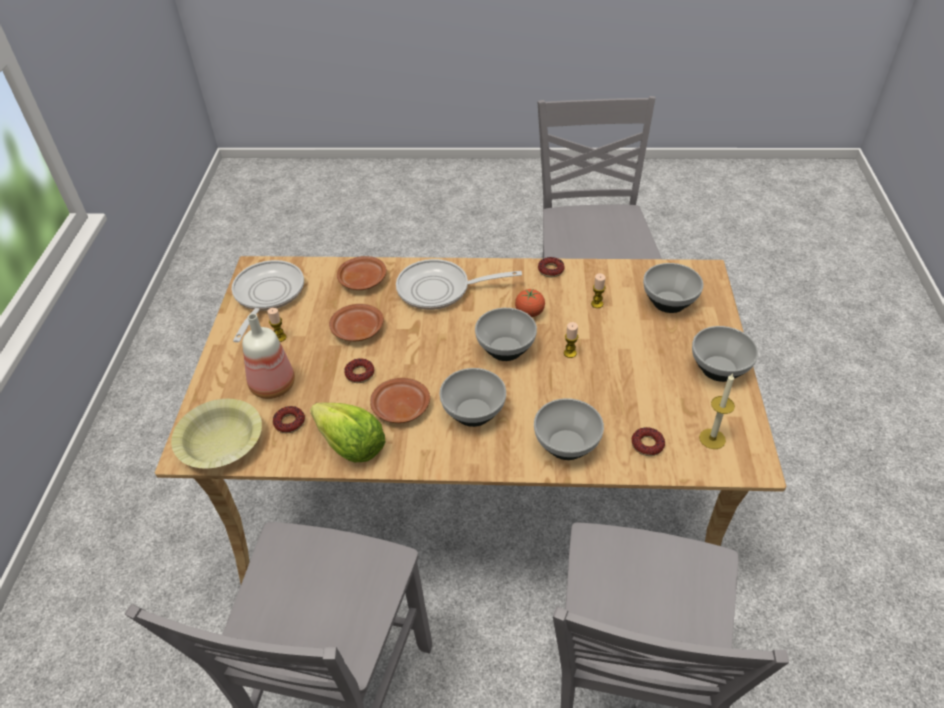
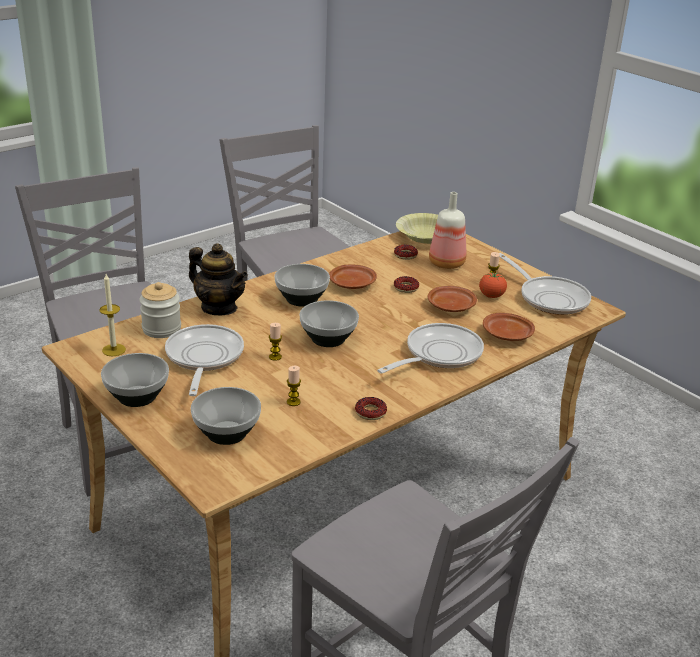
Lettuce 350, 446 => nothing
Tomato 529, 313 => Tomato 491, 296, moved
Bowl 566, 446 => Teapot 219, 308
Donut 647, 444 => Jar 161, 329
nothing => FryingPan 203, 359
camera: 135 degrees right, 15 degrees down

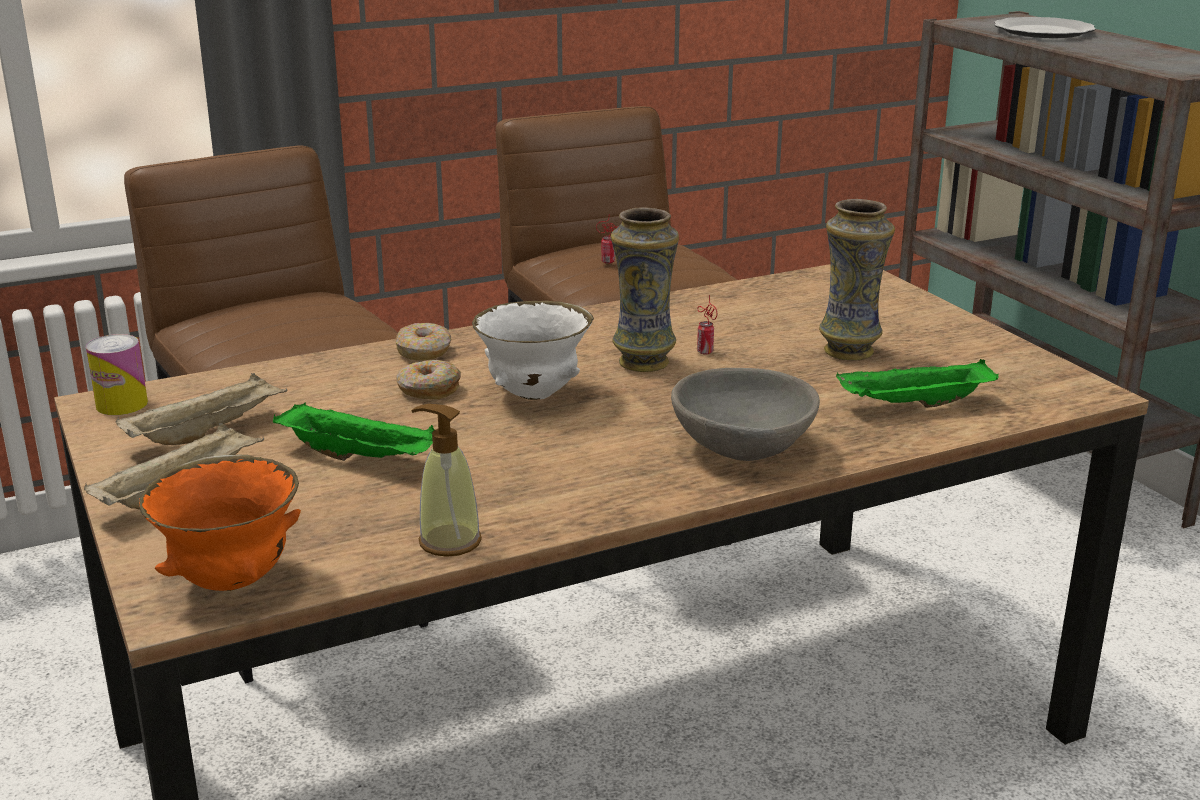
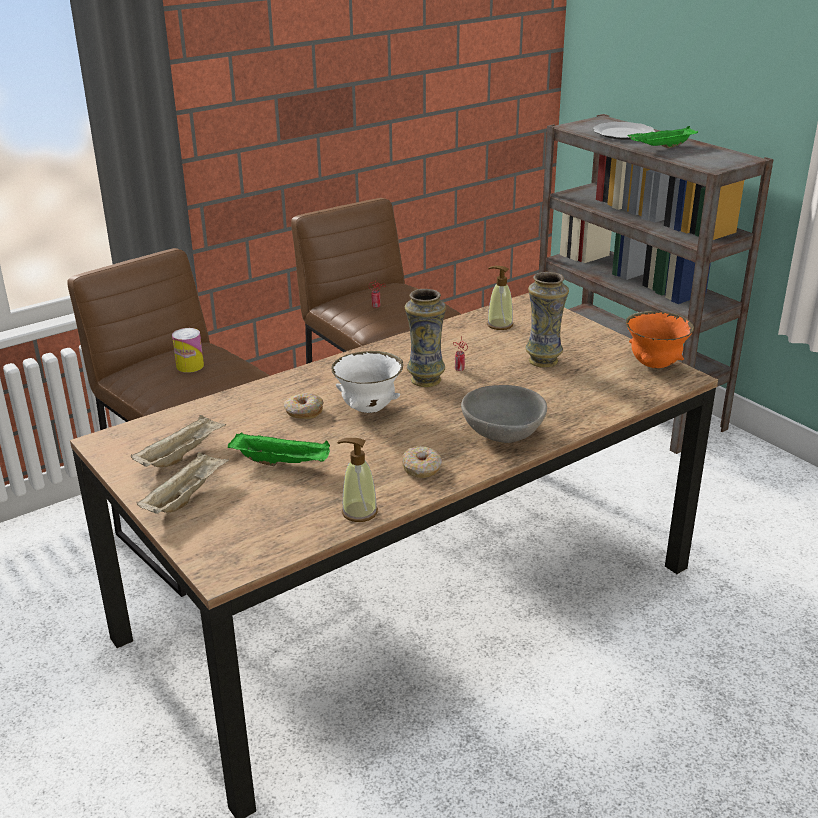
Can 122, 404 => Can 190, 366, moved
OrangeBowl 232, 581 => OrangeBowl 654, 365, moved
Donut 424, 352 => Donut 421, 468, moved
GreenTray 914, 405 => GreenTray 661, 148, moved
nothing => SoapDispenser 499, 325
camera: 10 degrees left, 5 degrees up

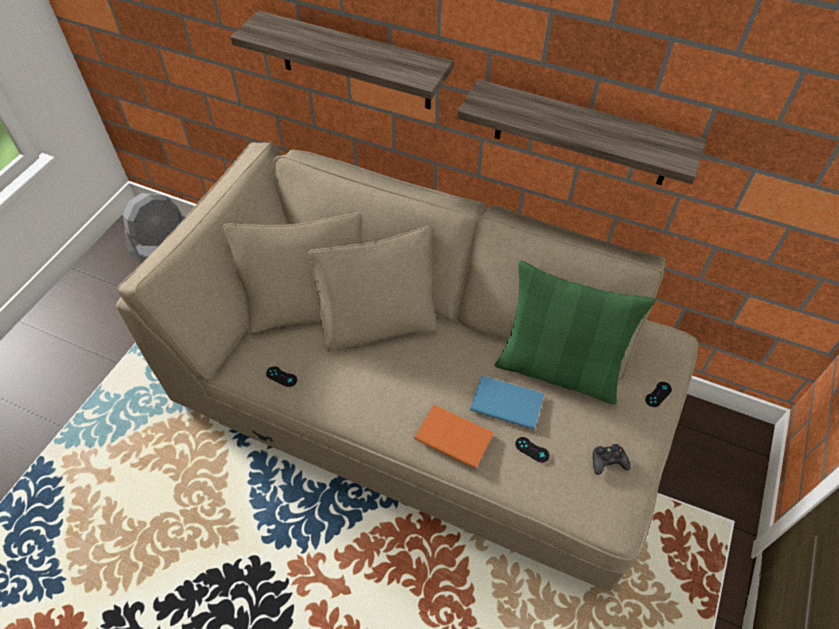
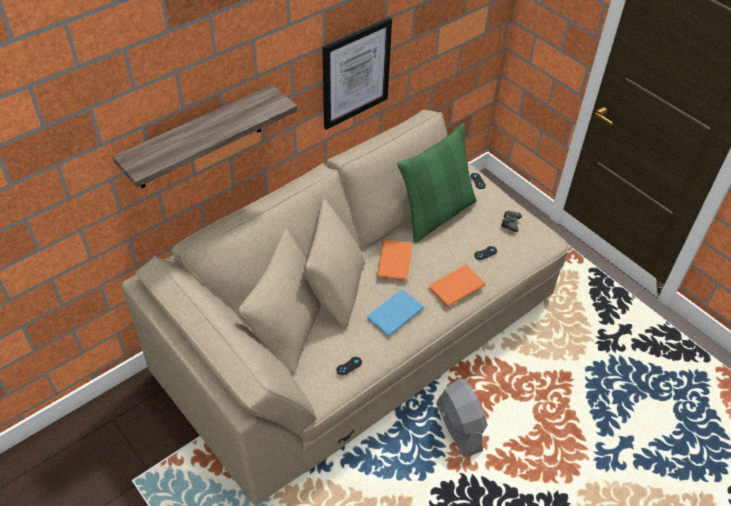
GreyFan 160, 241 => GreyFan 458, 427, moved
Shelf 581, 134 => Picture 355, 73
BlueBook 505, 401 => BlueBook 393, 313, moved
nothing => OrangeBook 396, 260
camera: 65 degrees left, 5 degrees down

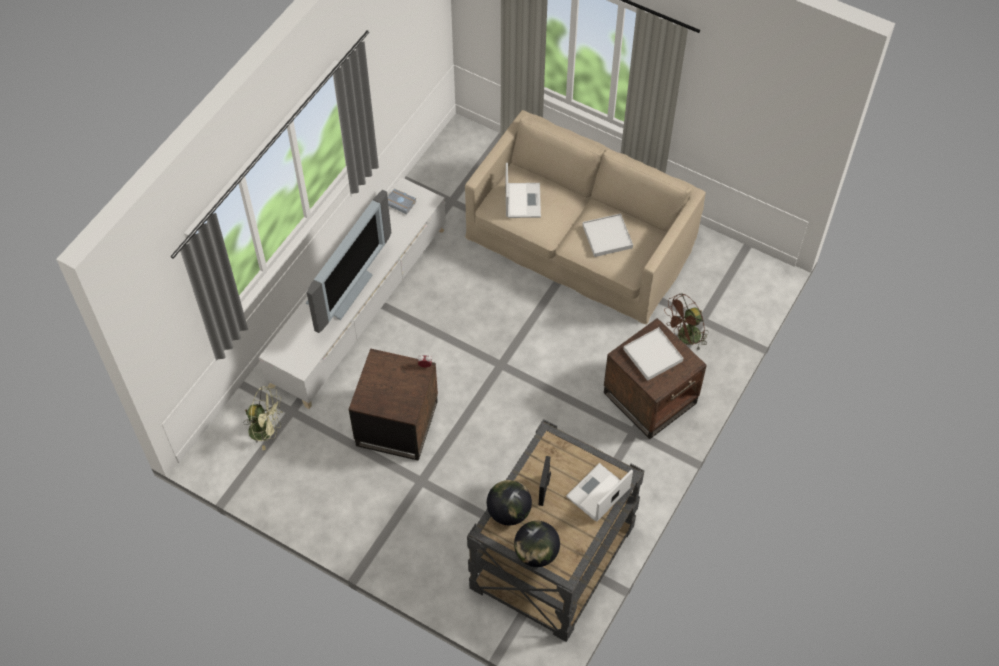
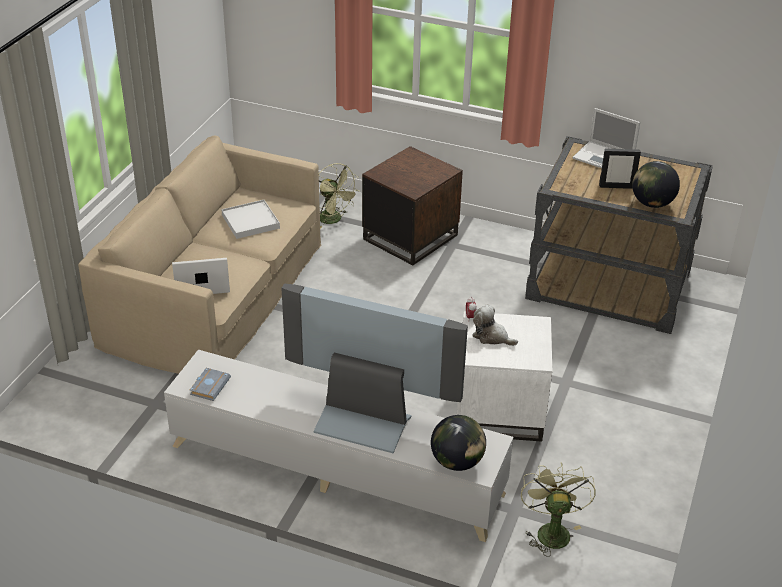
BrownSideTable 396, 423 => WhiteSideTable 499, 411
Globe 536, 553 => Globe 457, 462, moved
WhiteTray 653, 355 => nothing
BrownFan 685, 338 => GreenFan 334, 220
nothing => PlushToy 491, 336
camera: 100 degrees left, 20 degrees down

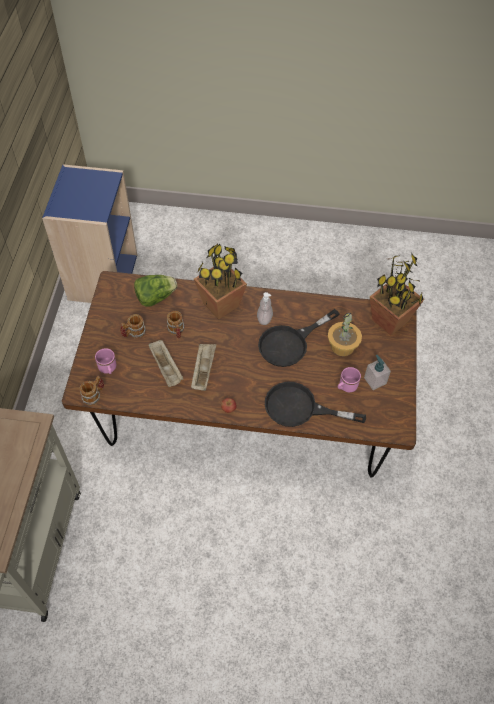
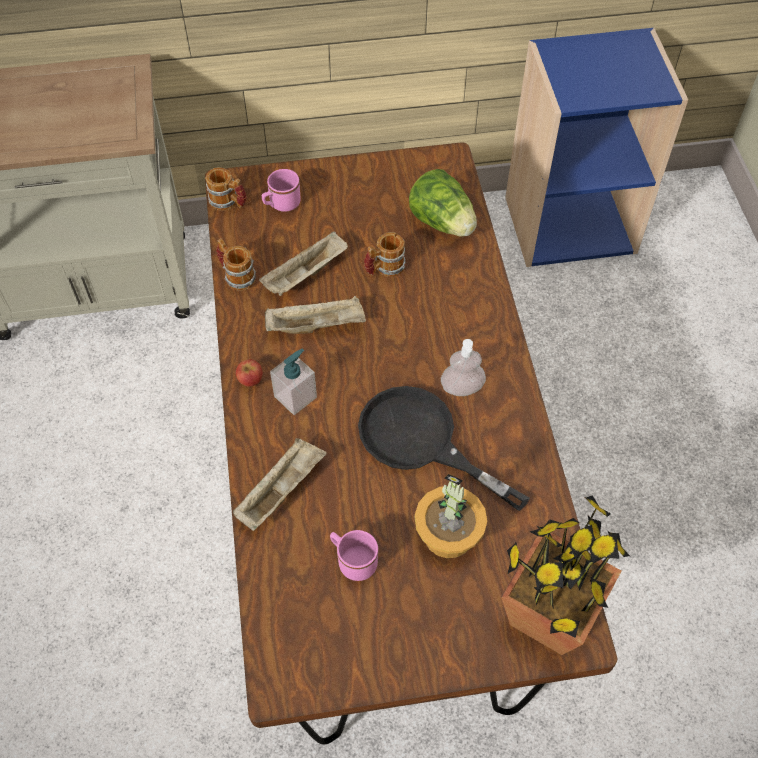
Mug 133, 333 => Mug 236, 275, moved
PottedPlant 220, 304 => nothing
BlackFryingPan 300, 408 => BeigeTray 281, 490
SoapDispenser 375, 380 => SoapDispenser 295, 397, moved
camera: 75 degrees right, 0 degrees up

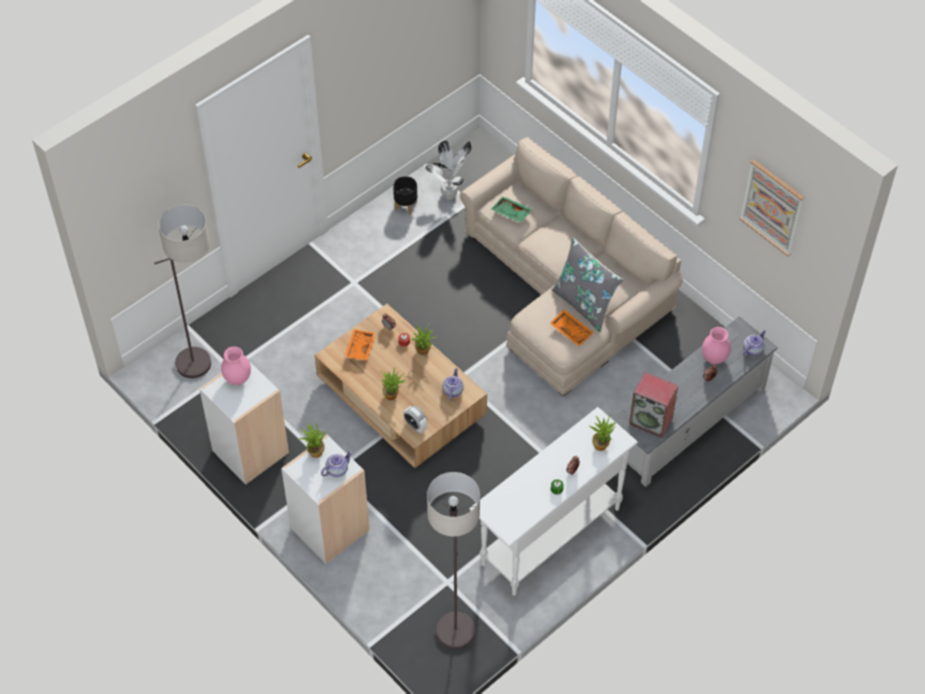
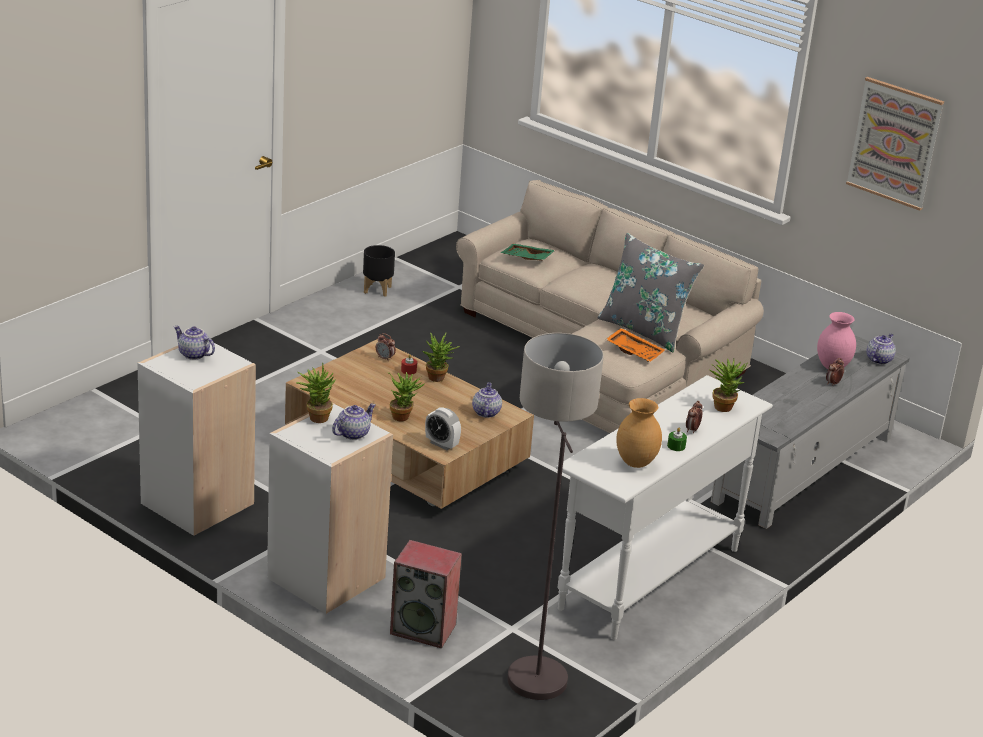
GreyFloorLamp 204, 360 => nothing
PinkVase 237, 379 => Teapot 193, 354
OrangeTray 359, 348 => nothing
PottedPlant 450, 195 => nothing
Speaker 651, 420 => Speaker 424, 629, moved
nothing => BrownVase 635, 463
camera: 10 degrees left, 25 degrees down

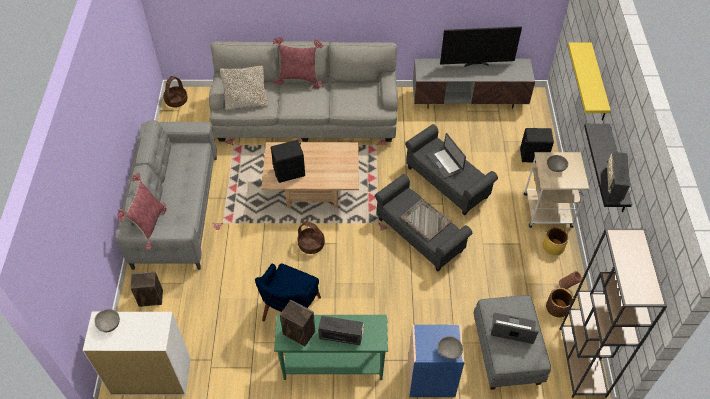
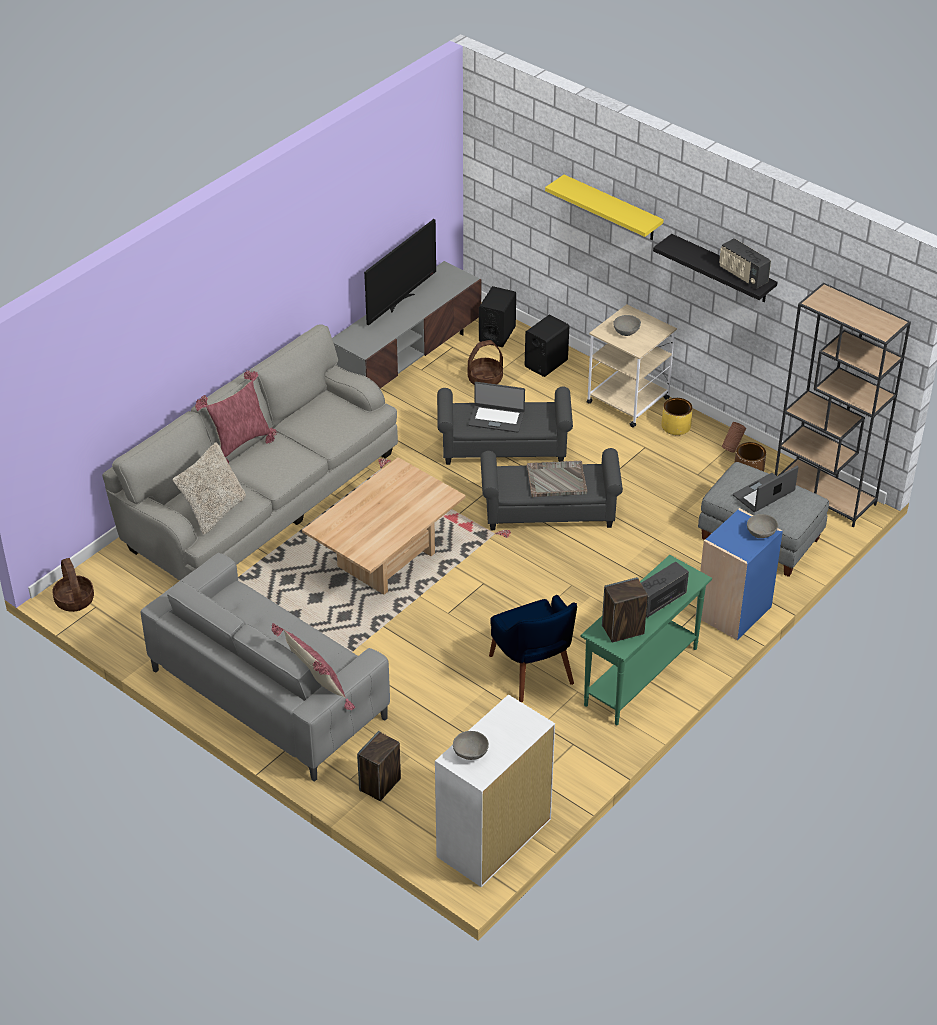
BlackSpeaker 289, 172 => BlackSpeaker 497, 334, moved
Basket 311, 244 => Basket 485, 379, moved
camera: 50 degrees left, 10 degrees down

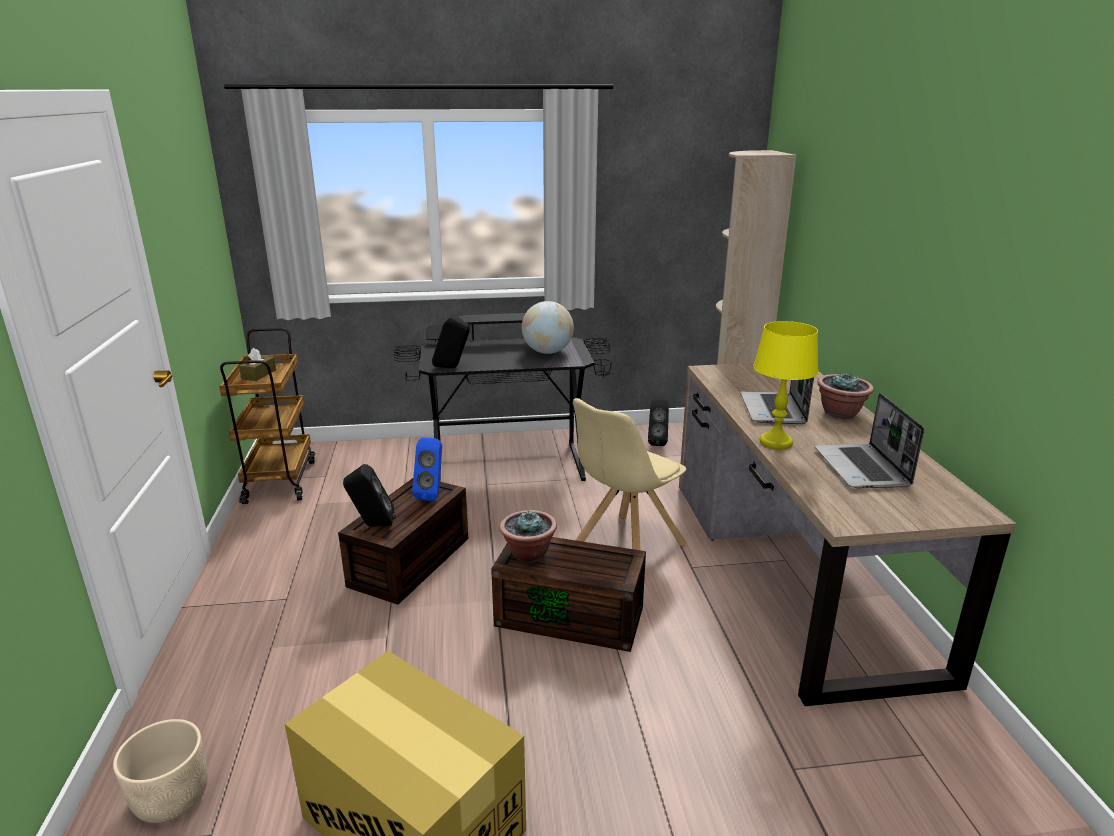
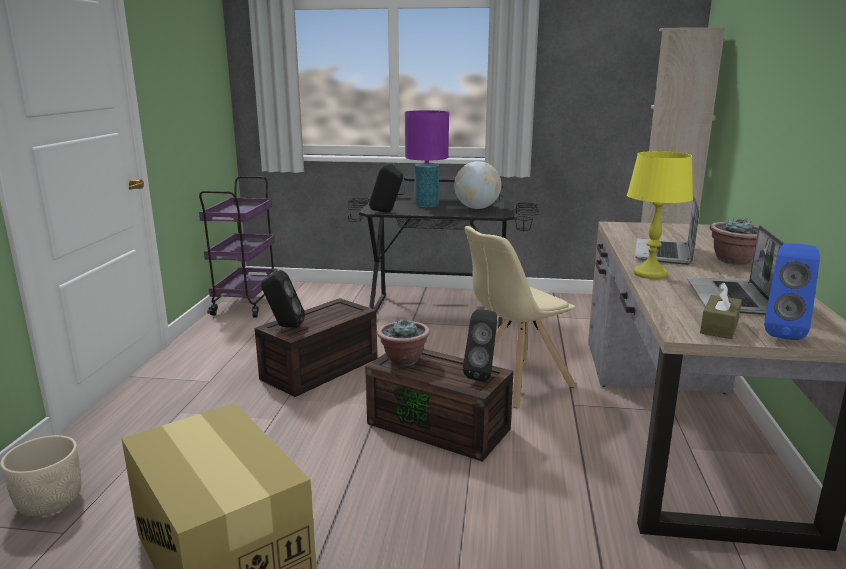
BrownCart 280, 481 => PurpleCart 247, 304
BrownTissueBox 259, 374 => BrownTissueBox 719, 327, moved
BlueSpeaker 432, 494 => BlueSpeaker 783, 333, moved
BlackSpeaker 657, 442 => BlackSpeaker 483, 374, moved
nothing => PurpleTableLamp 427, 205
camera: 15 degrees right, 5 degrees down

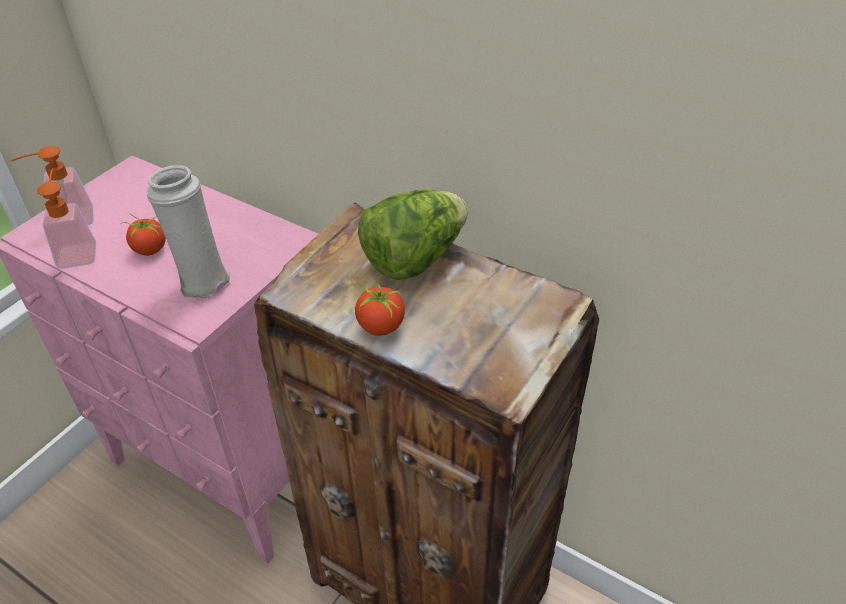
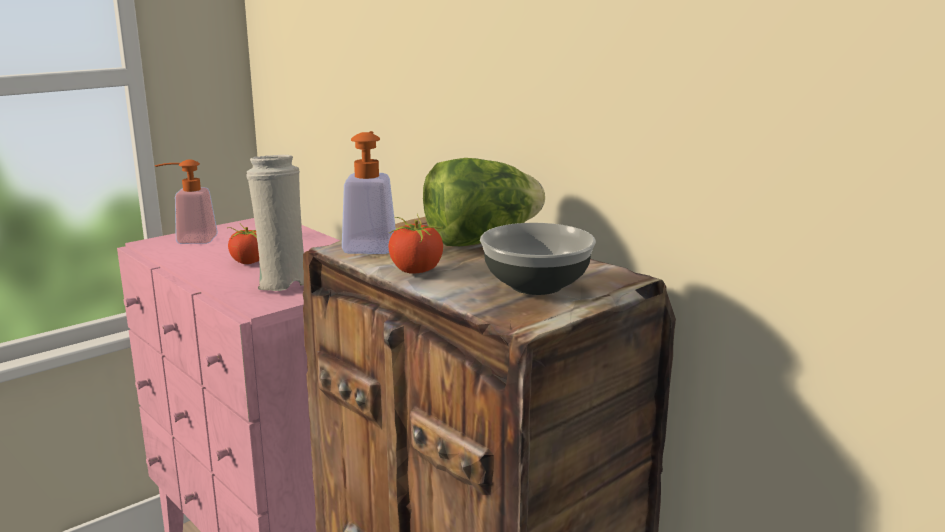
SoapDispenser 78, 251 => SoapDispenser 371, 245, moved
nothing => Bowl 534, 285
camera: 15 degrees right, 25 degrees down

